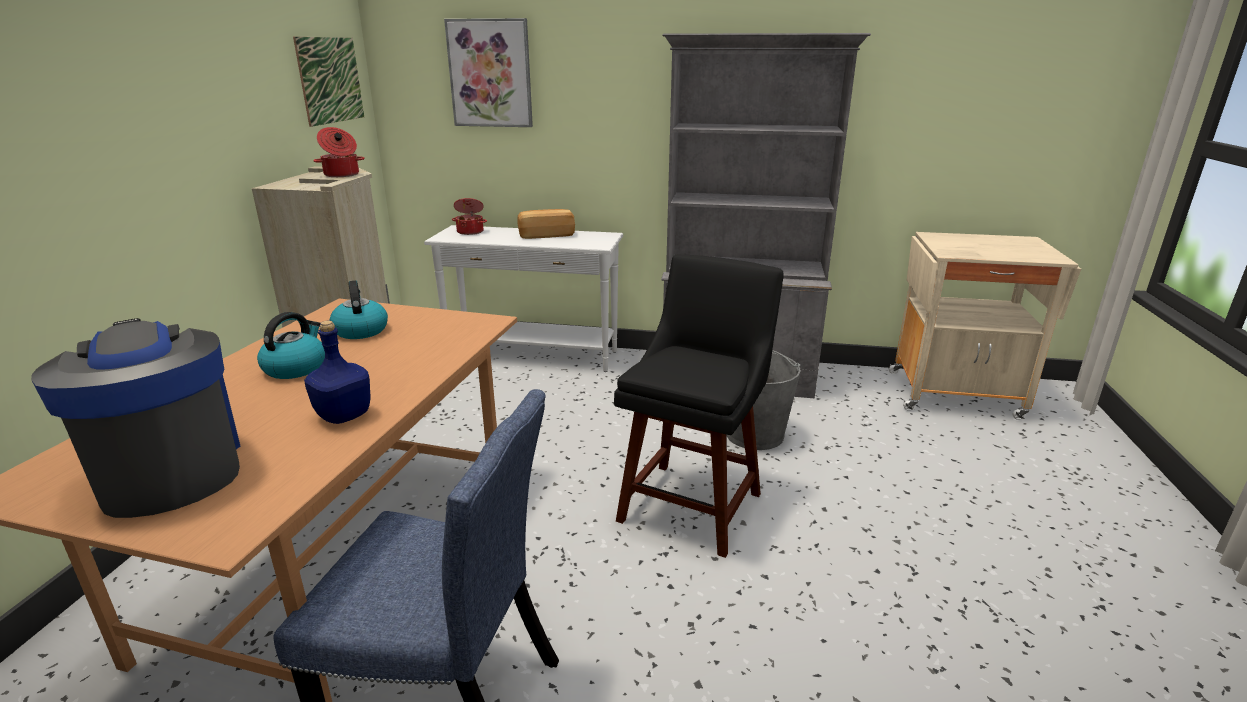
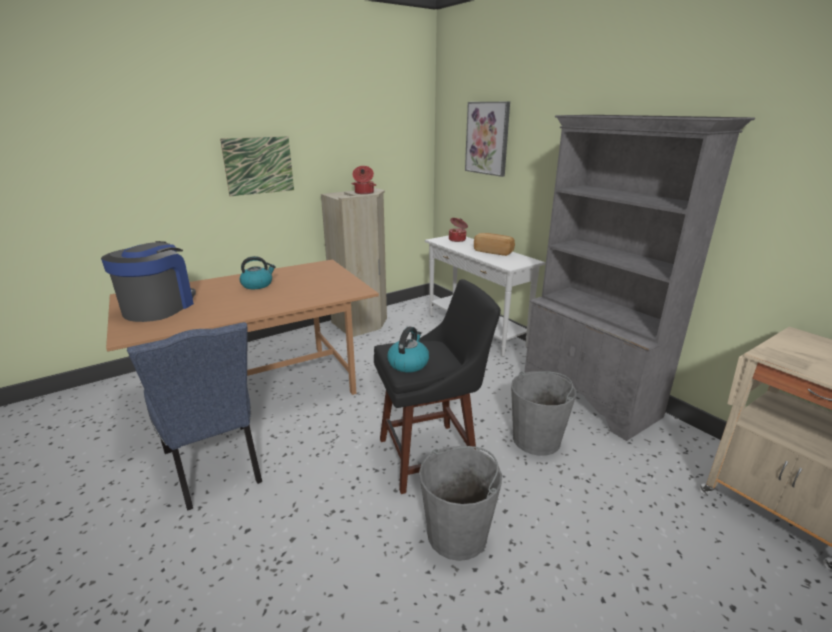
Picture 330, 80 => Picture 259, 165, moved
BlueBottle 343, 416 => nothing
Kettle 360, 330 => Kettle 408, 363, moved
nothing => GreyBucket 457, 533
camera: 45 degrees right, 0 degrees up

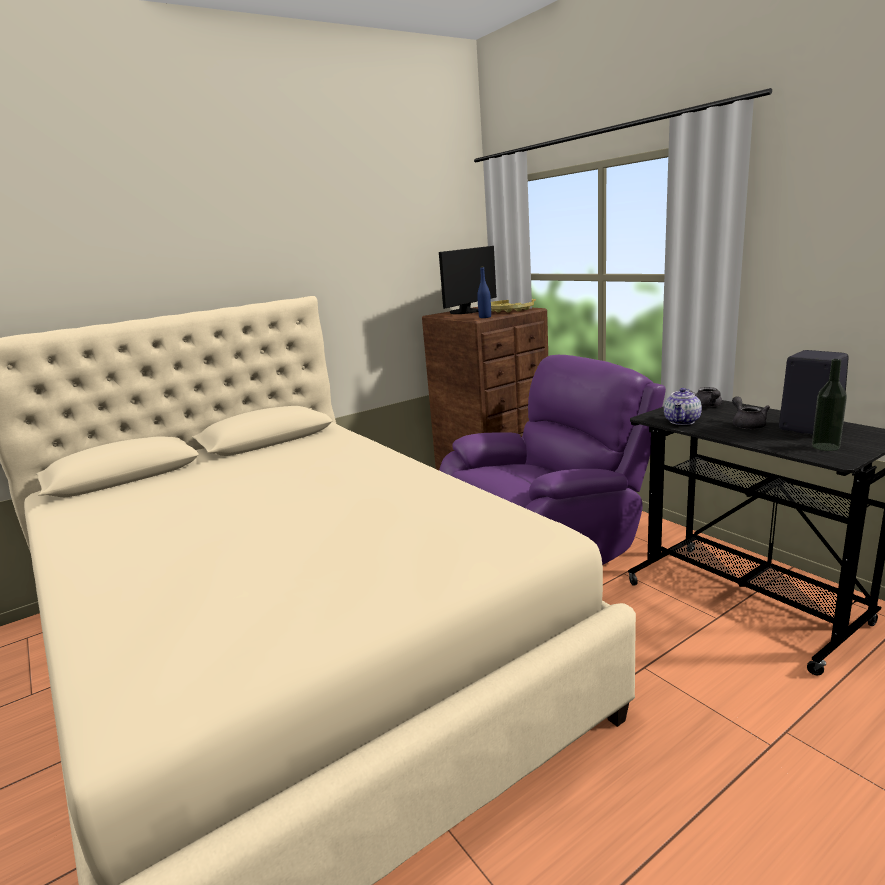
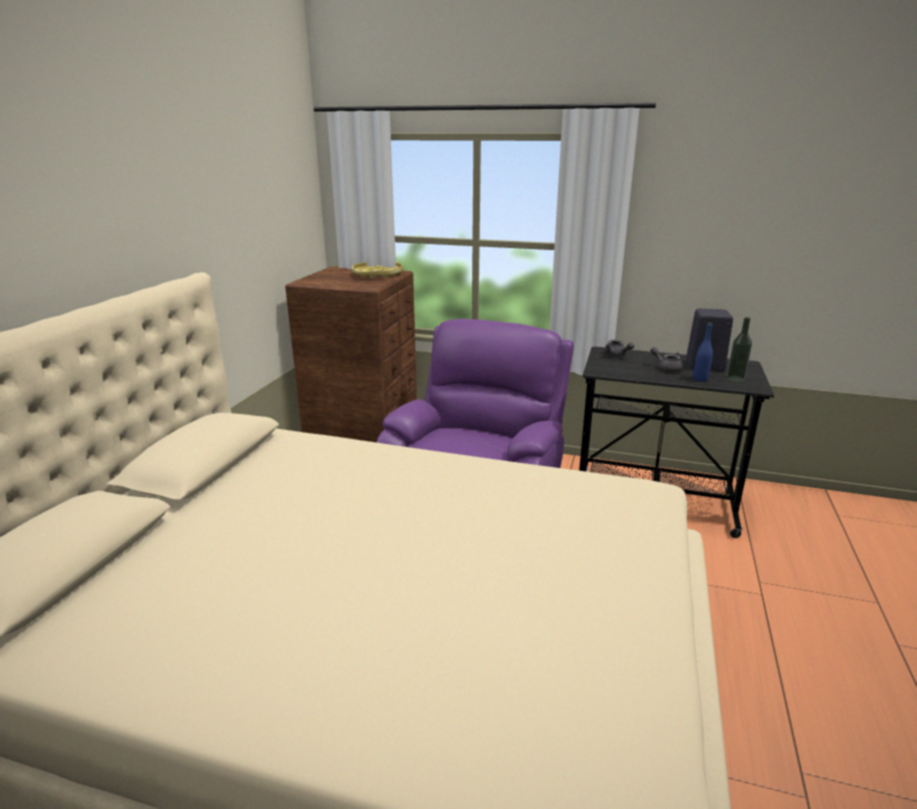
Monitor 467, 312 => nothing
BlueBottle 485, 317 => BlueBottle 700, 379, moved
Teapot 682, 421 => nothing
camera: 40 degrees left, 5 degrees up

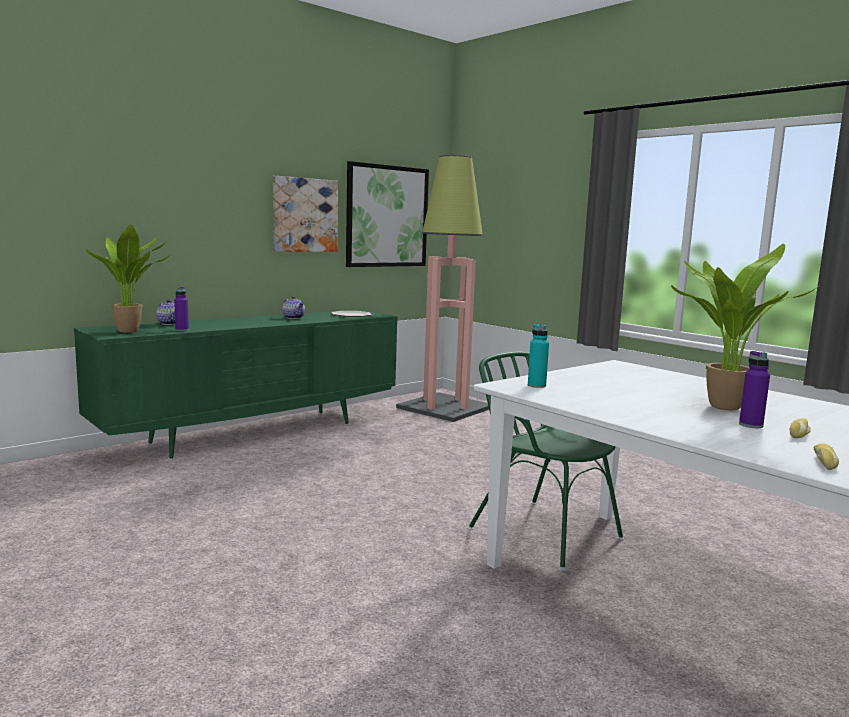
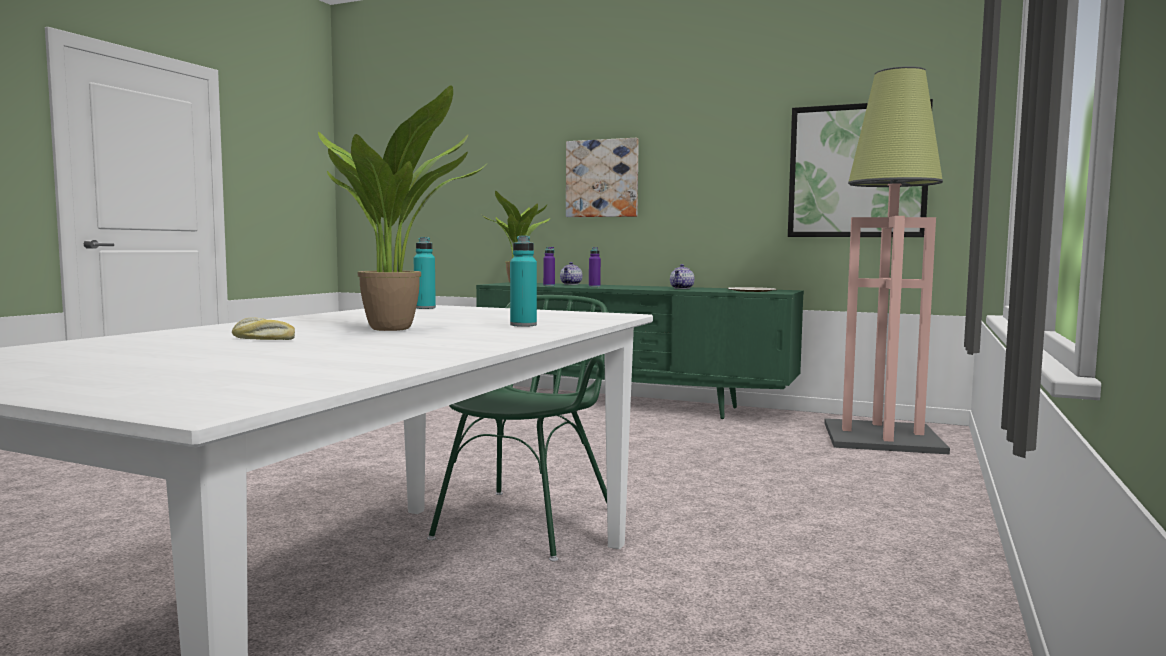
Picture 304, 215 => Picture 602, 178, moved
PurpleBottle 751, 425 => PurpleBottle 594, 286, moved
Bread 825, 463 => nothing
nothing => TurquoiseBottle 523, 325
camera: 65 degrees right, 5 degrees down

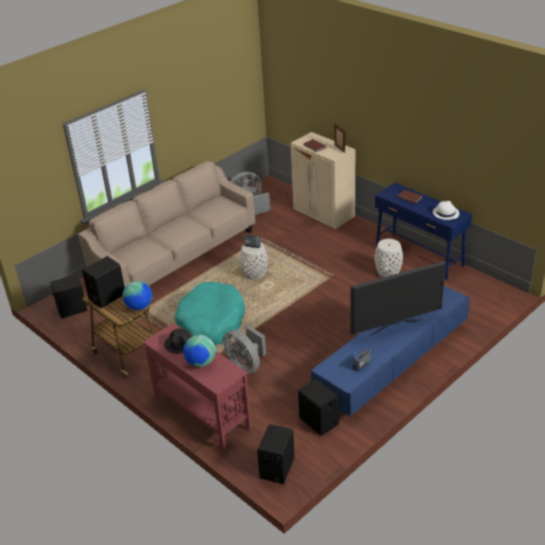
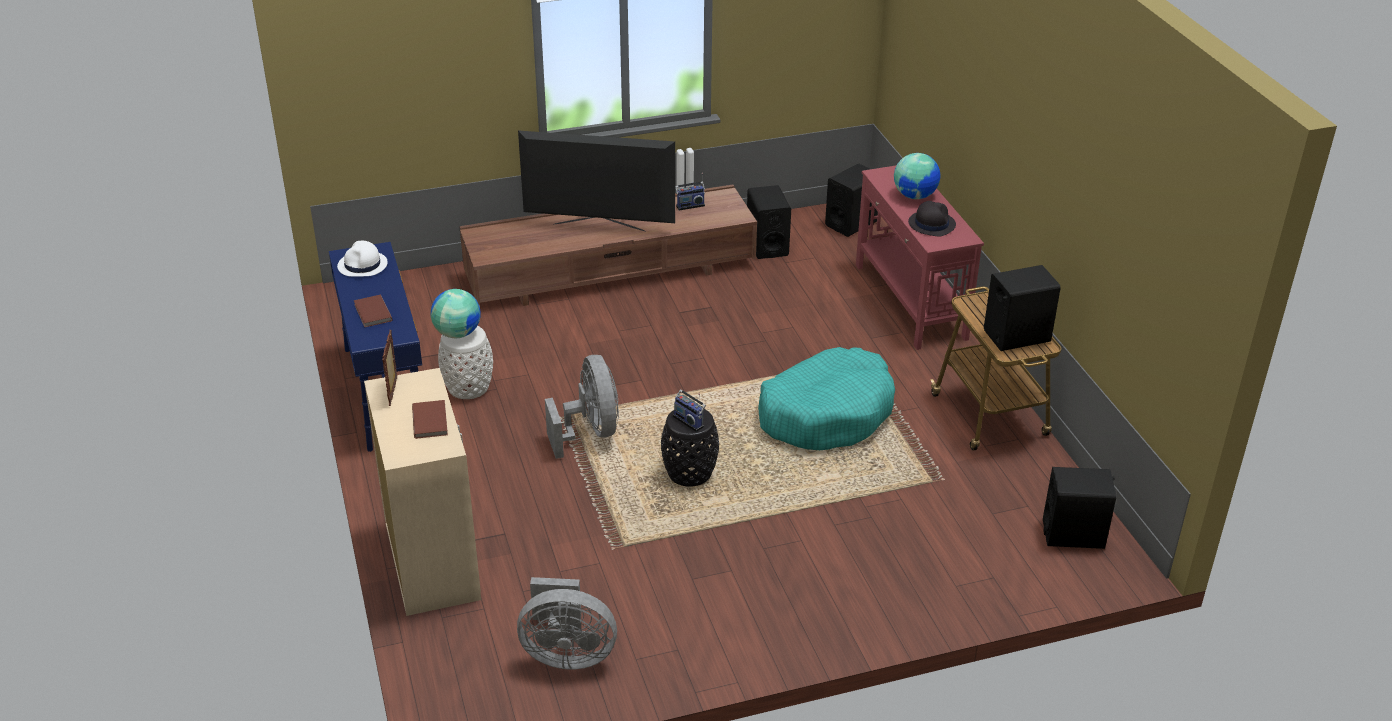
BeigeSofa 176, 256 => nothing
Globe 139, 307 => Globe 457, 333, moved
GreyFan 246, 365 => GreyFan 590, 432, moved
WhiteStool 254, 274 => BlackStool 690, 473
BlueTvStand 393, 360 => BrownTvStand 610, 271
camera: 155 degrees left, 0 degrees up

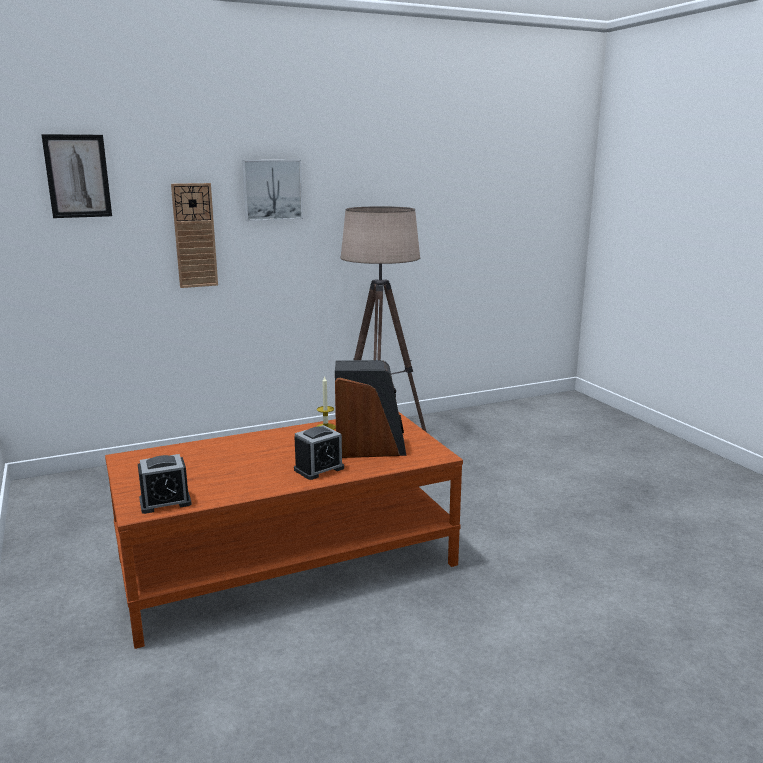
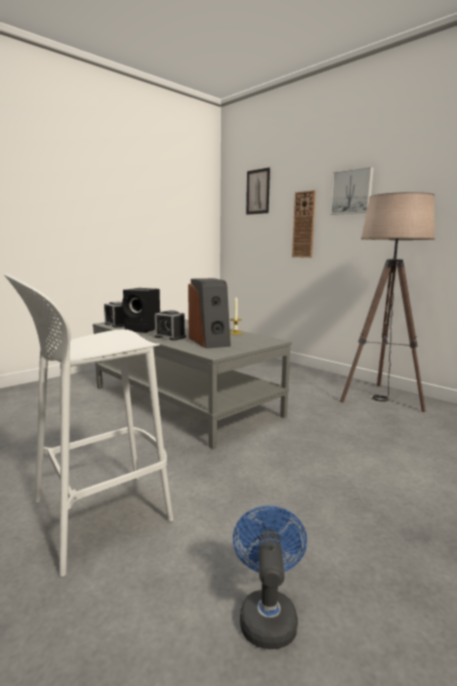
BrownCoffeeTable 288, 562 => GreyCoffeeTable 184, 401
nothing => WhiteStool 99, 515
nothing => BlackSpeaker 143, 329
nothing => BlueFan 267, 614
camera: 70 degrees right, 5 degrees down

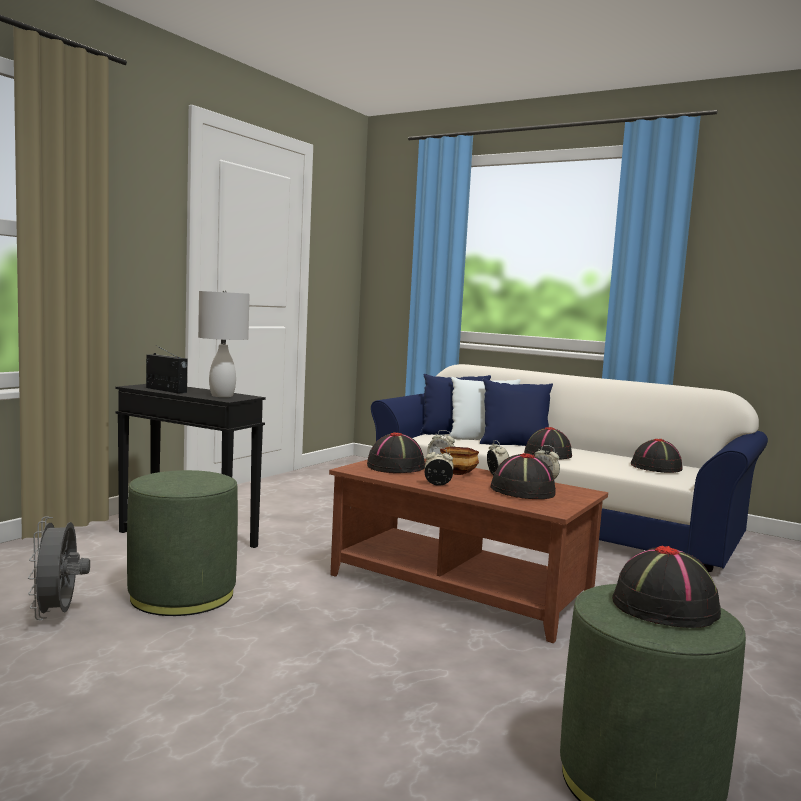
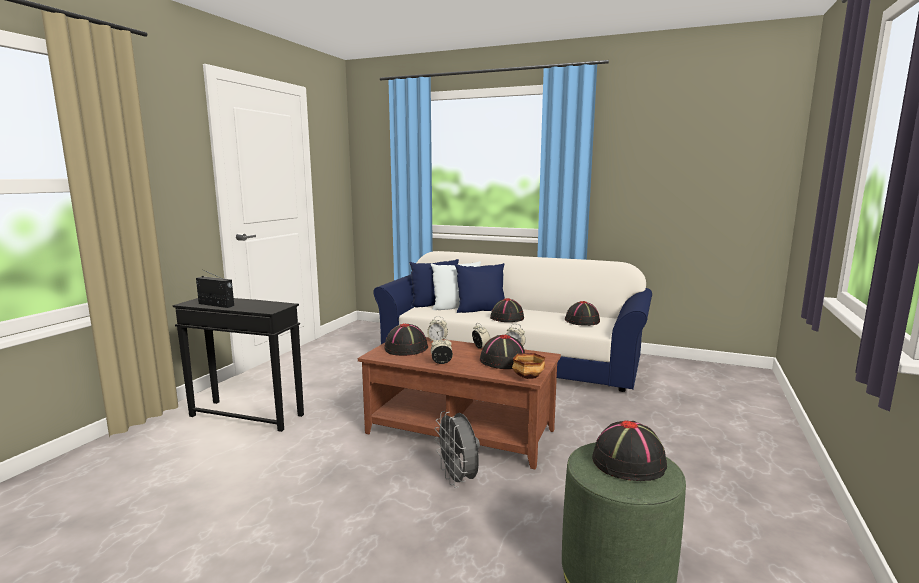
GreyFan 58, 614 => GreyFan 458, 480, moved
GreenOttoman 182, 594 => nothing
WhiteTableLamp 222, 395 => nothing
Bowl 458, 473 => Bowl 529, 377, moved
camera: 10 degrees left, 5 degrees up

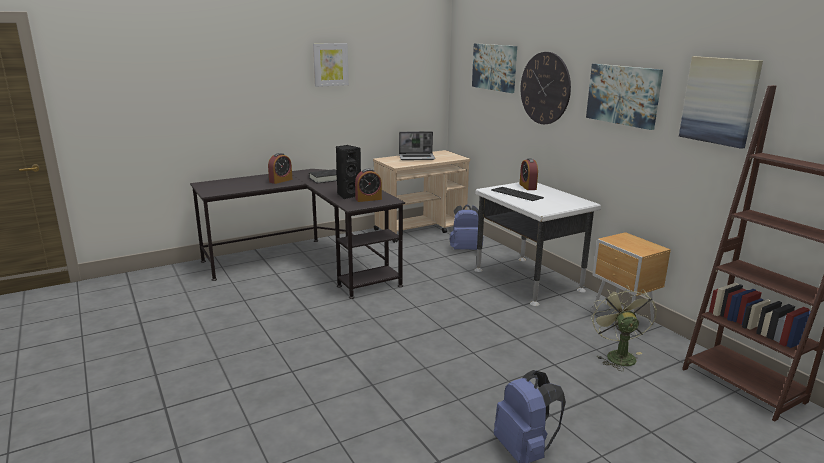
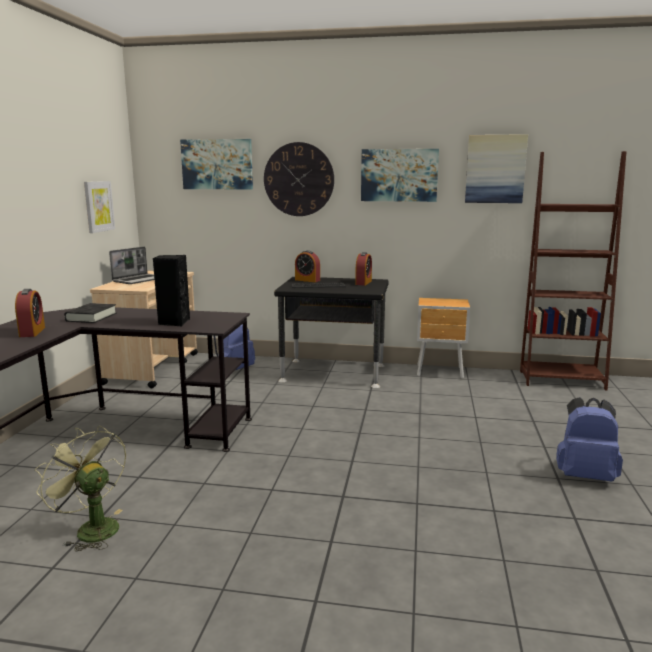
Picture 330, 64 => Picture 98, 206, moved
AlarmClock 368, 199 => AlarmClock 363, 283, moved
WhiteDesk 528, 279 => BlackDesk 334, 372
GreenFan 617, 355 => GreenFan 91, 528, moved
camera: 50 degrees left, 5 degrees down

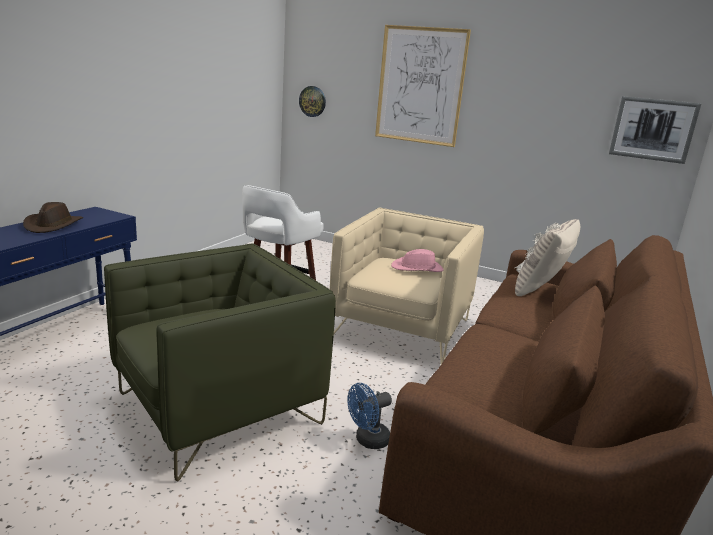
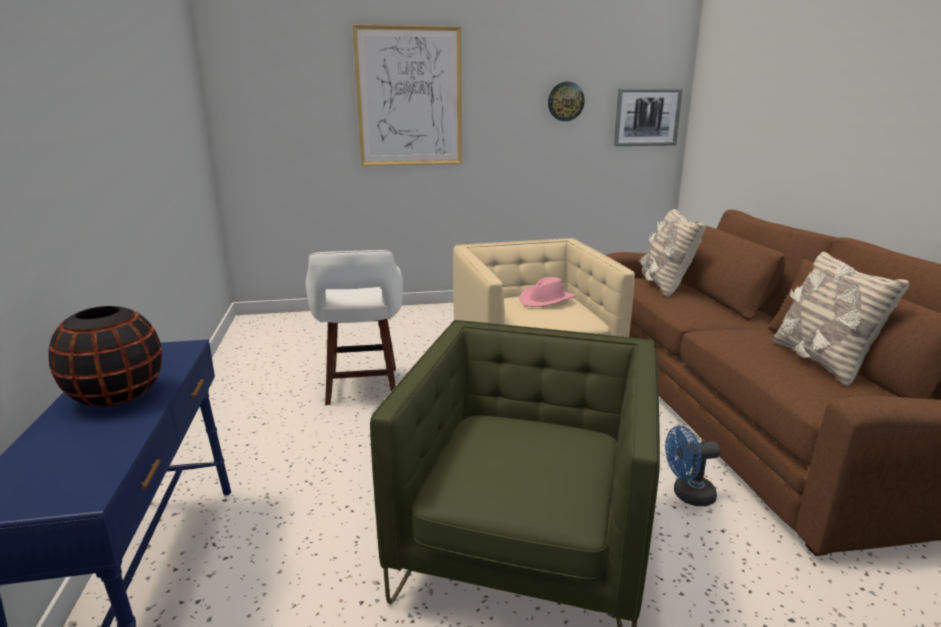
BrownHat 53, 225 => BlackVase 117, 396
WallClock 312, 101 => WallClock 565, 101, moved
BlueFan 368, 441 => BlueFan 687, 495, 60 degrees clockwise
nothing => BeigePillow 820, 362
camera: 35 degrees left, 0 degrees up

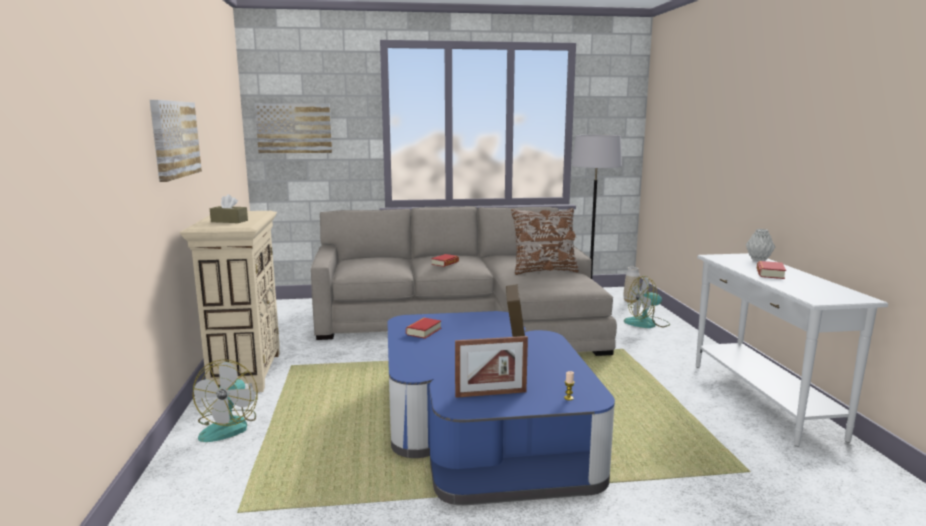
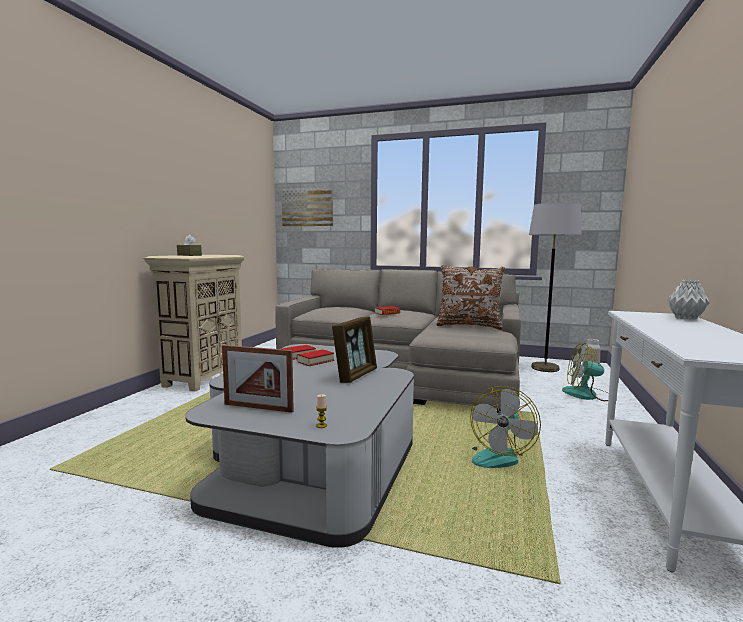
Picture 174, 139 => nothing
Fan 229, 426 => Fan 498, 456, moved
BlueCoffeeTable 482, 422 => GreyCoffeeTable 316, 448
Book 770, 274 => Book 315, 361, moved
camera: 25 degrees right, 5 degrees down

